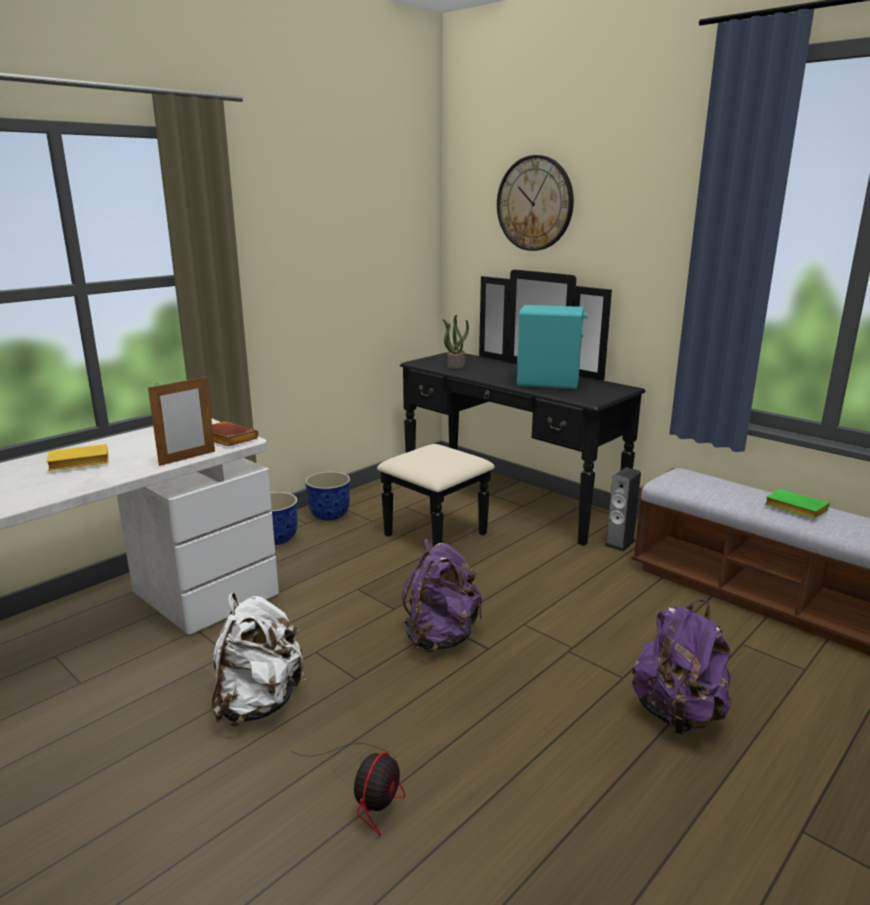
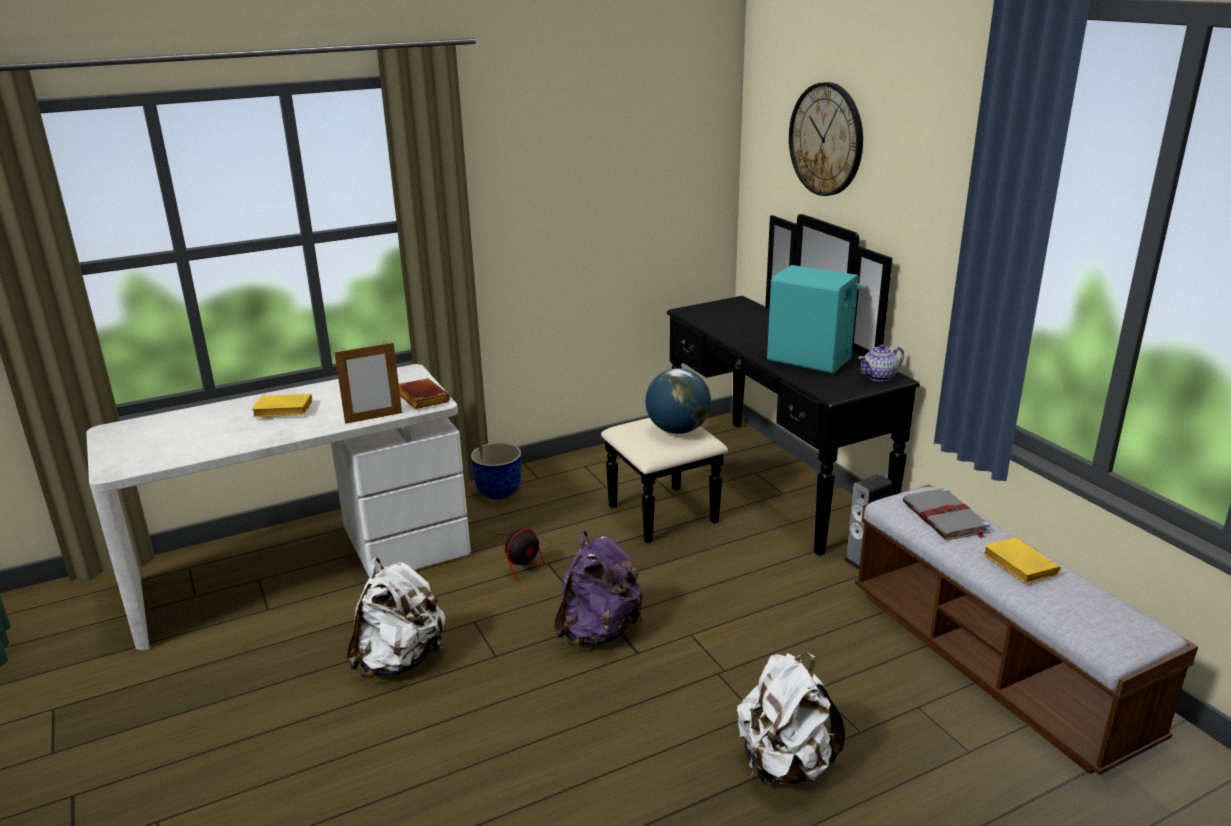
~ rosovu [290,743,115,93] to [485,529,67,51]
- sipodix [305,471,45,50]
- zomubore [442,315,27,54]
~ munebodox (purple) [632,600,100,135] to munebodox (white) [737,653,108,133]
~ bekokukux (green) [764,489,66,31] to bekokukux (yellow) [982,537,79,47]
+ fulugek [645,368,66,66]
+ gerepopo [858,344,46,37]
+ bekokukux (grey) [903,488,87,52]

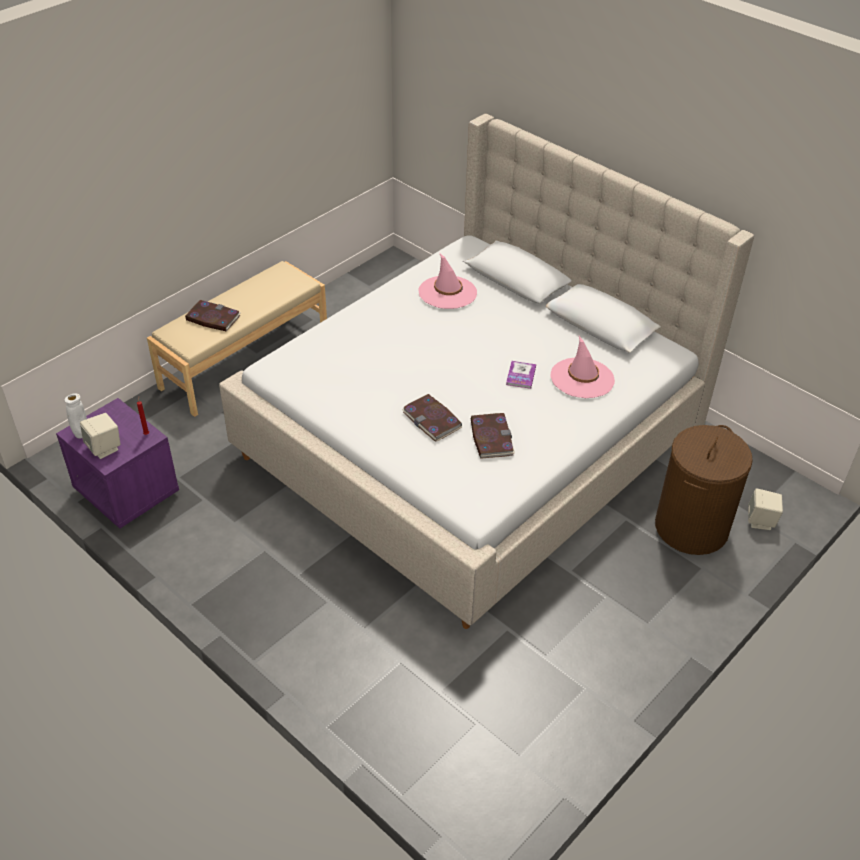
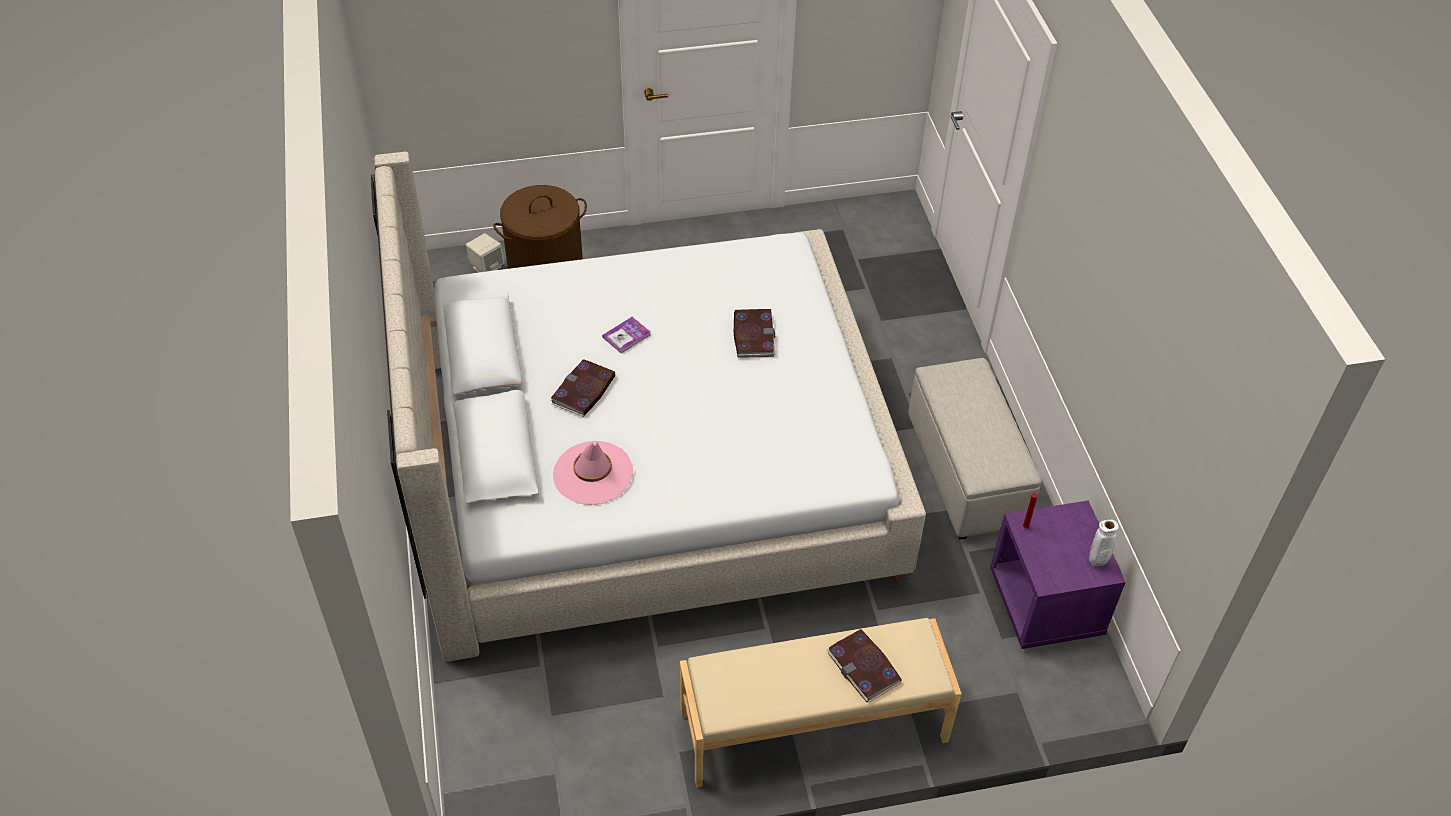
- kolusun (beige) [80,413,40,46]
~ bekokukux [470,413,45,46] to [550,359,65,58]
- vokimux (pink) [550,336,65,62]
+ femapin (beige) [908,358,134,182]

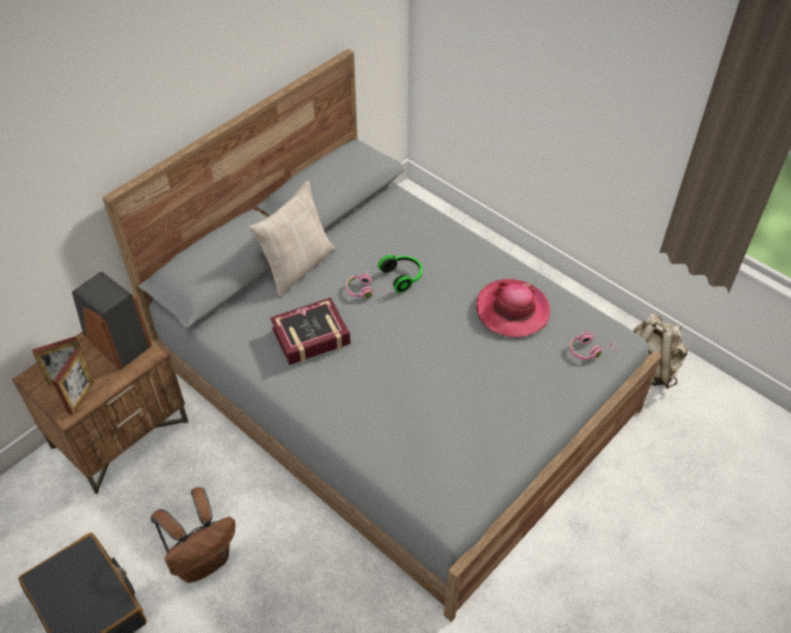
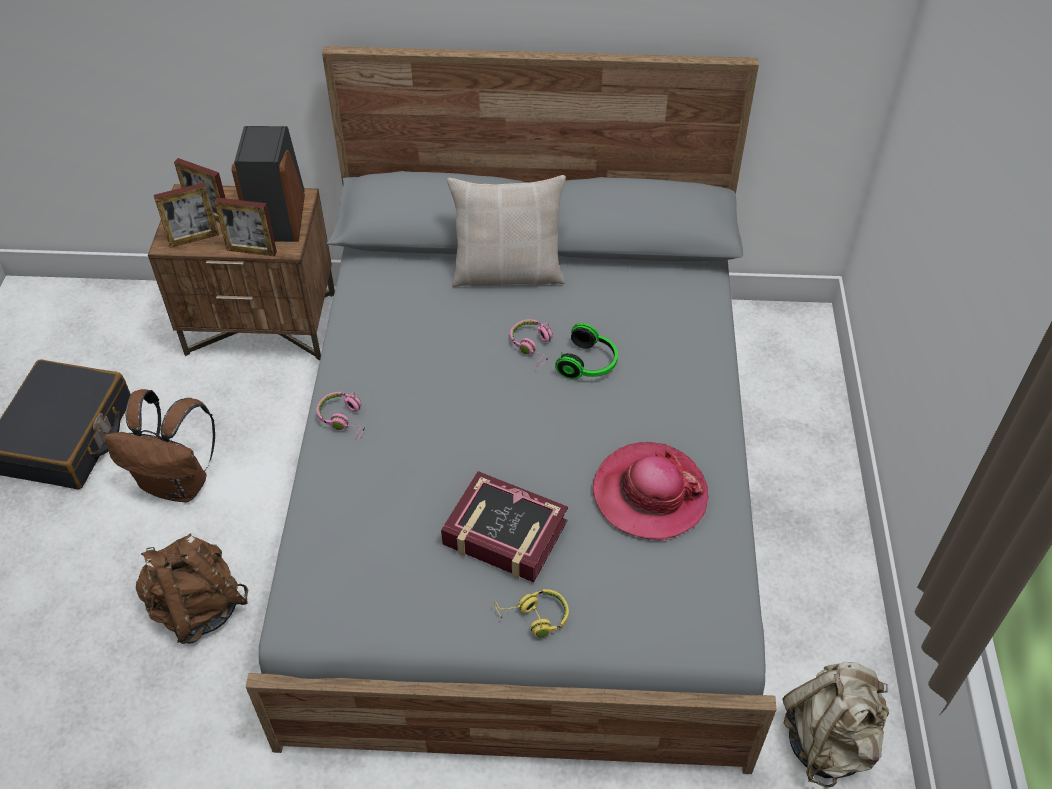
~ bekokukux [270,297,81,68] to [441,471,127,111]
~ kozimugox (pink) [569,330,48,30] to [317,392,48,48]
+ munebodox (brown) [136,533,113,111]
+ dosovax [214,197,63,59]
+ kozimugox (yellow) [494,589,75,48]

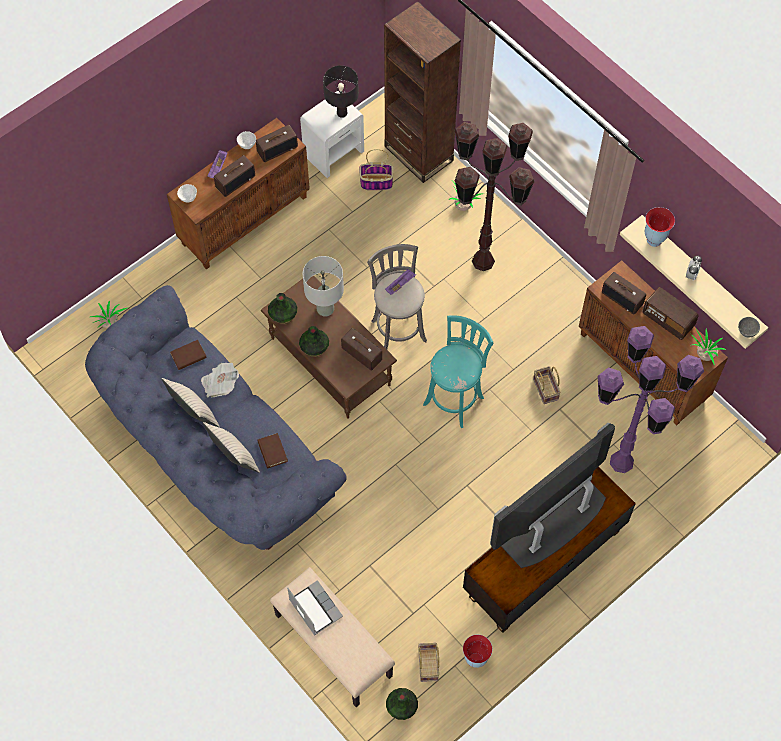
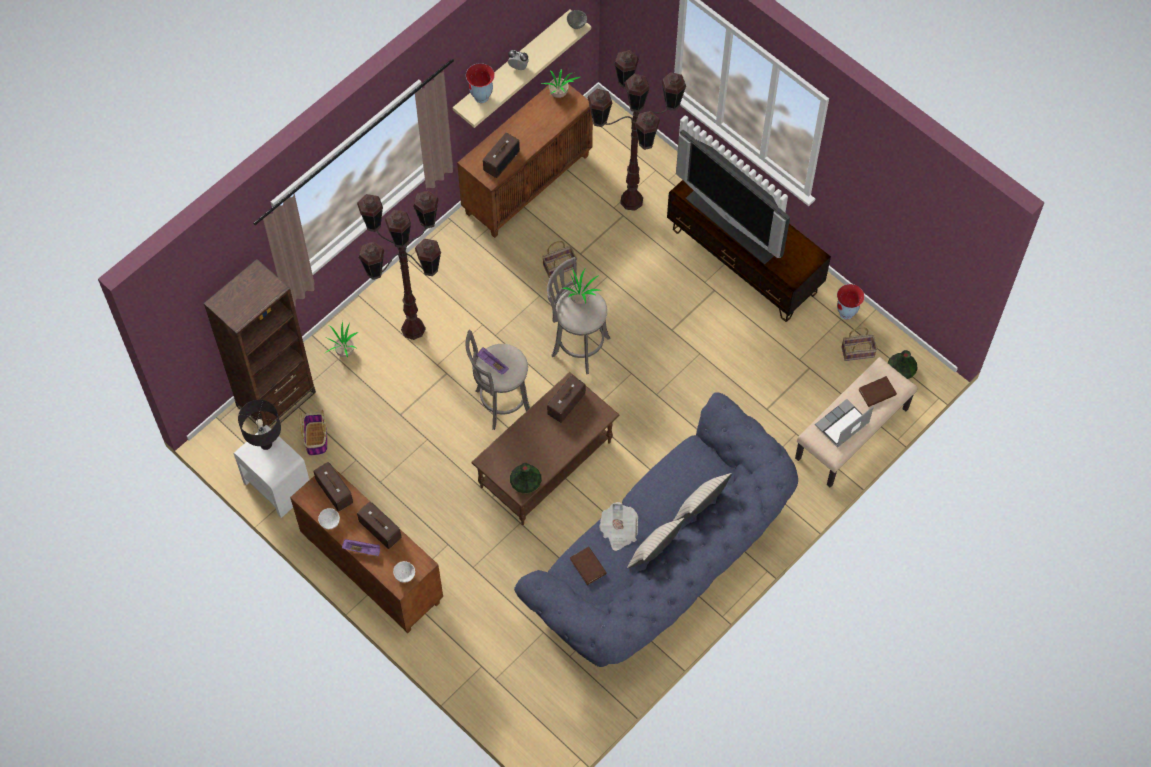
~ zomubore [90,301,37,27] to [563,269,37,35]
~ bekokukux (brown) [257,433,31,35] to [859,376,38,31]
- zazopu [299,326,30,31]
- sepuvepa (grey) [303,256,41,61]
~ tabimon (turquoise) [423,315,70,113] to tabimon (grey) [547,257,64,117]
~ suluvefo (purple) [597,326,107,147] to suluvefo (brown) [587,50,99,161]
- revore [642,287,57,53]

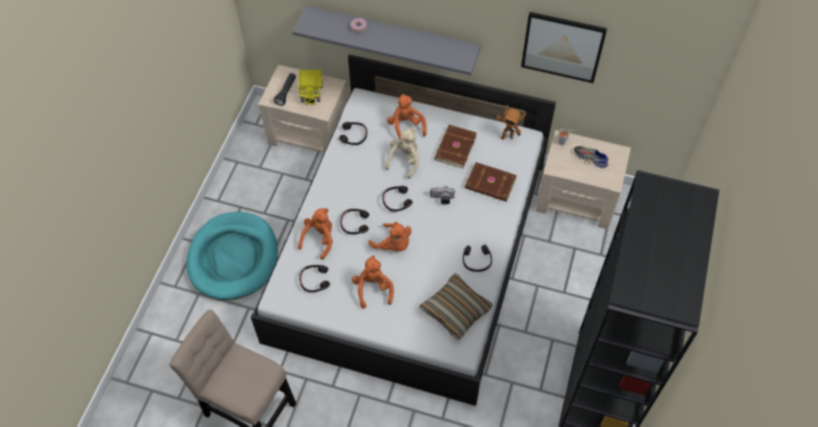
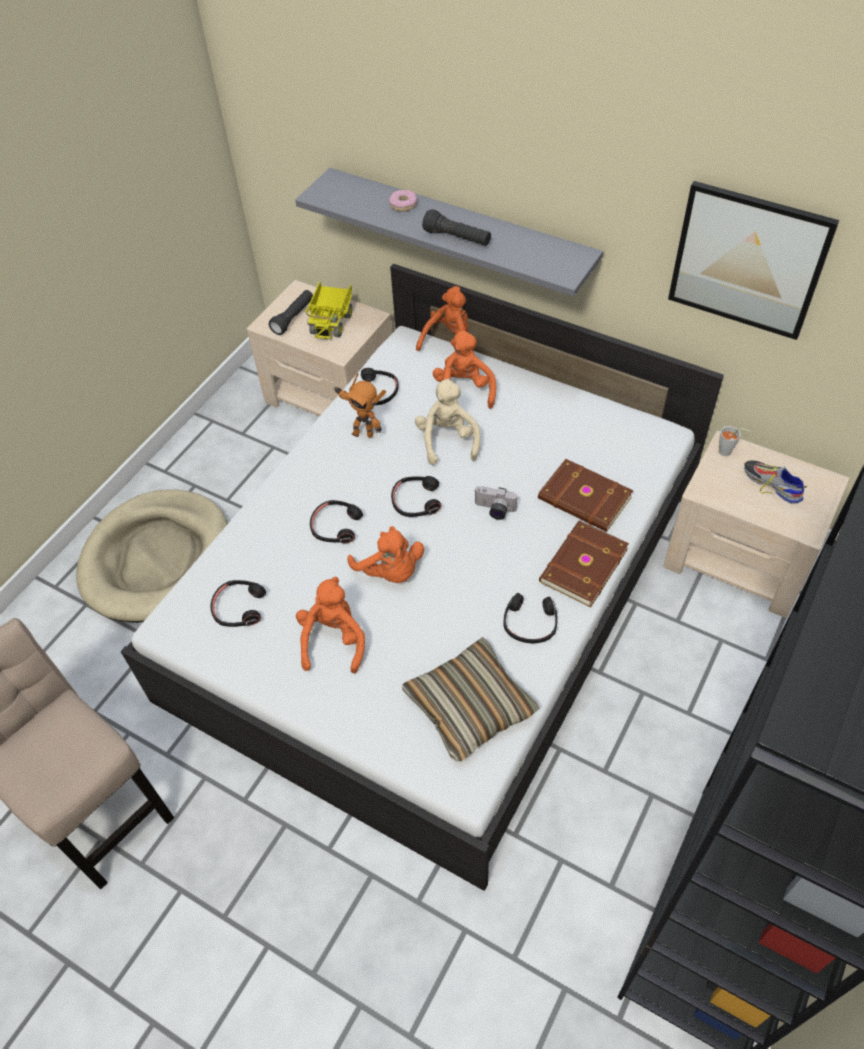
~ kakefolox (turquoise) [186,212,92,88] to kakefolox (beige) [76,489,152,134]
~ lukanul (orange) [298,208,35,52] to [416,286,52,79]
~ lukanul (beige) [385,129,34,50] = [415,378,66,87] 45 degrees counterclockwise
~ bekokukux (brown) [434,125,42,43] to [539,521,90,86]
~ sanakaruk [494,105,33,35] to [333,373,53,65]
+ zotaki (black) [422,209,69,37]

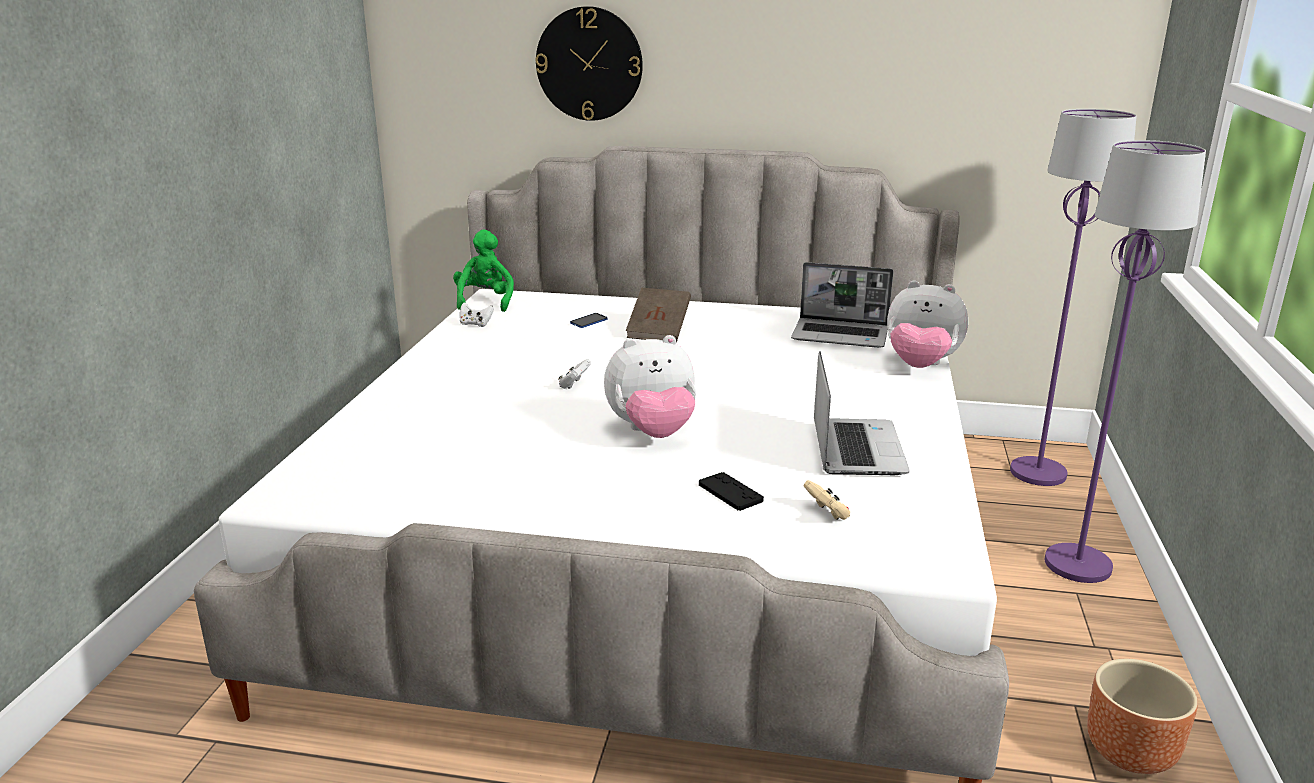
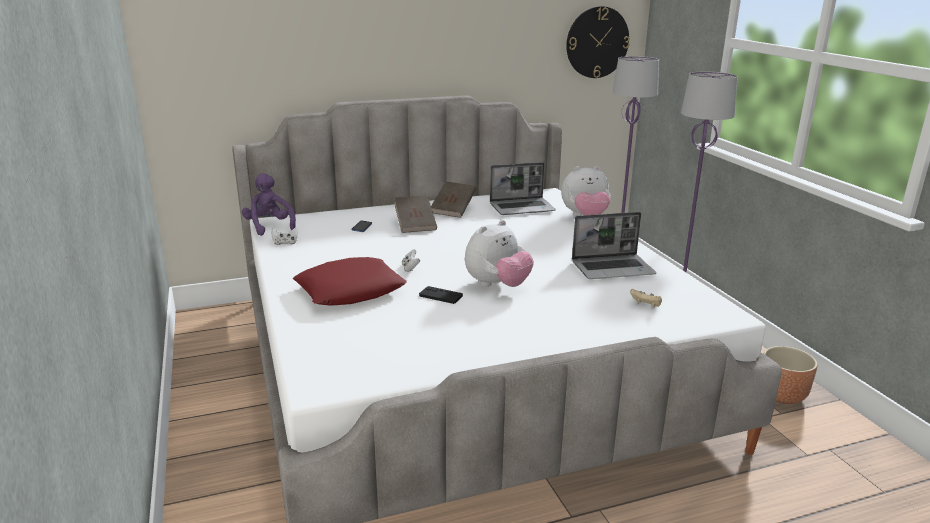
~ lukanul (green) [453,230,61,82] to lukanul (purple) [242,173,54,63]
~ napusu [535,6,108,115] to [566,6,64,72]
~ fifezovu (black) [699,472,65,39] to [419,286,44,18]
~ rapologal [814,351,96,124] = [572,212,84,67] 105 degrees clockwise
+ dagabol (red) [293,257,114,49]
+ bekokukux (brown) [431,182,45,36]

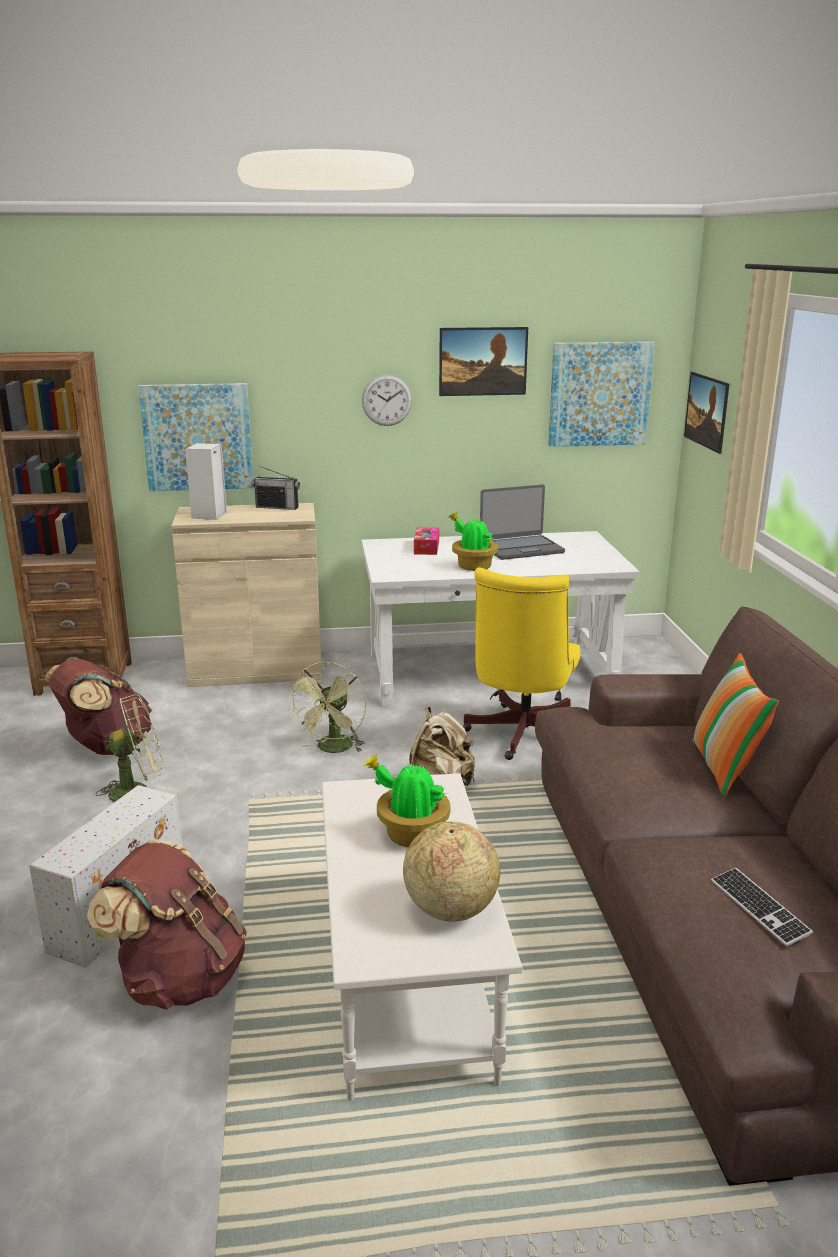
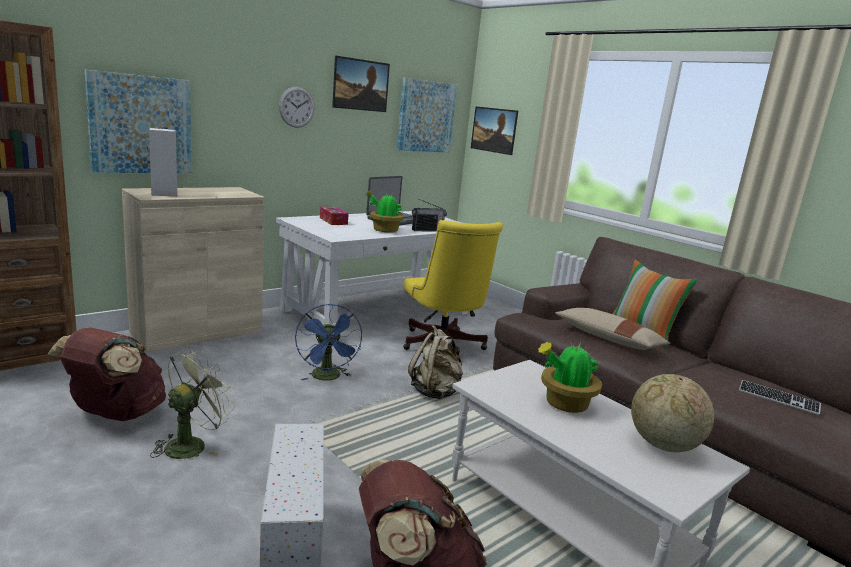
~ revore [252,466,48,44] to [412,199,35,33]
~ rosovu (green) [289,662,77,91] to rosovu (blue) [295,304,67,77]
+ dagabol (beige) [555,308,115,42]

